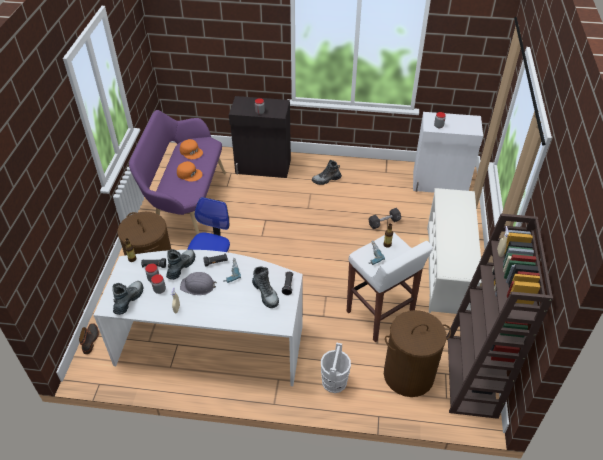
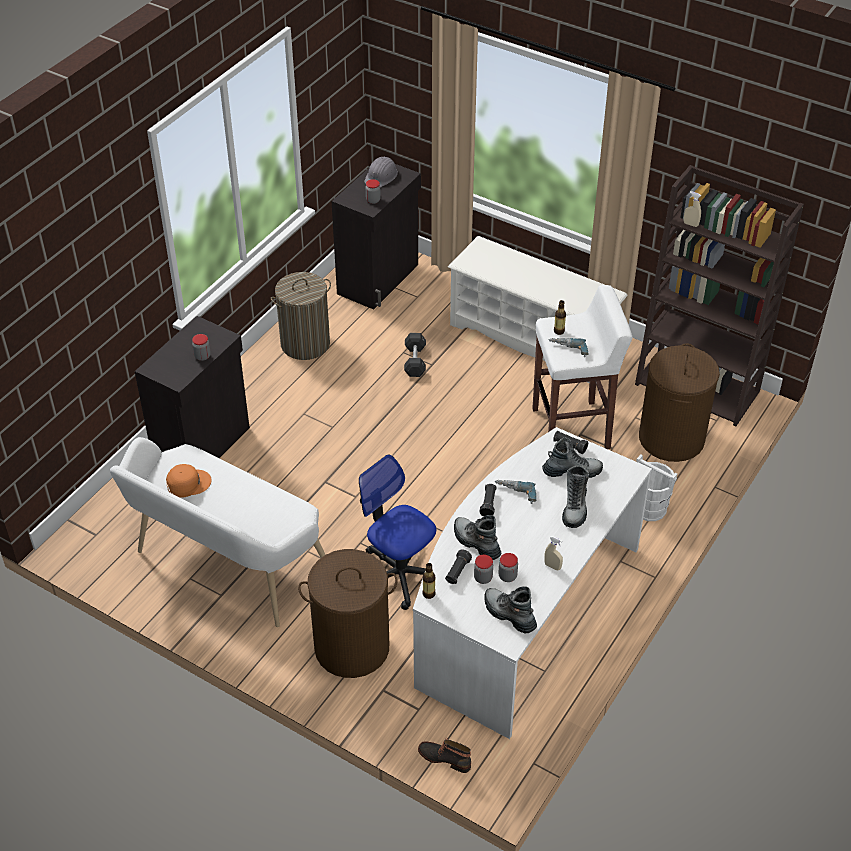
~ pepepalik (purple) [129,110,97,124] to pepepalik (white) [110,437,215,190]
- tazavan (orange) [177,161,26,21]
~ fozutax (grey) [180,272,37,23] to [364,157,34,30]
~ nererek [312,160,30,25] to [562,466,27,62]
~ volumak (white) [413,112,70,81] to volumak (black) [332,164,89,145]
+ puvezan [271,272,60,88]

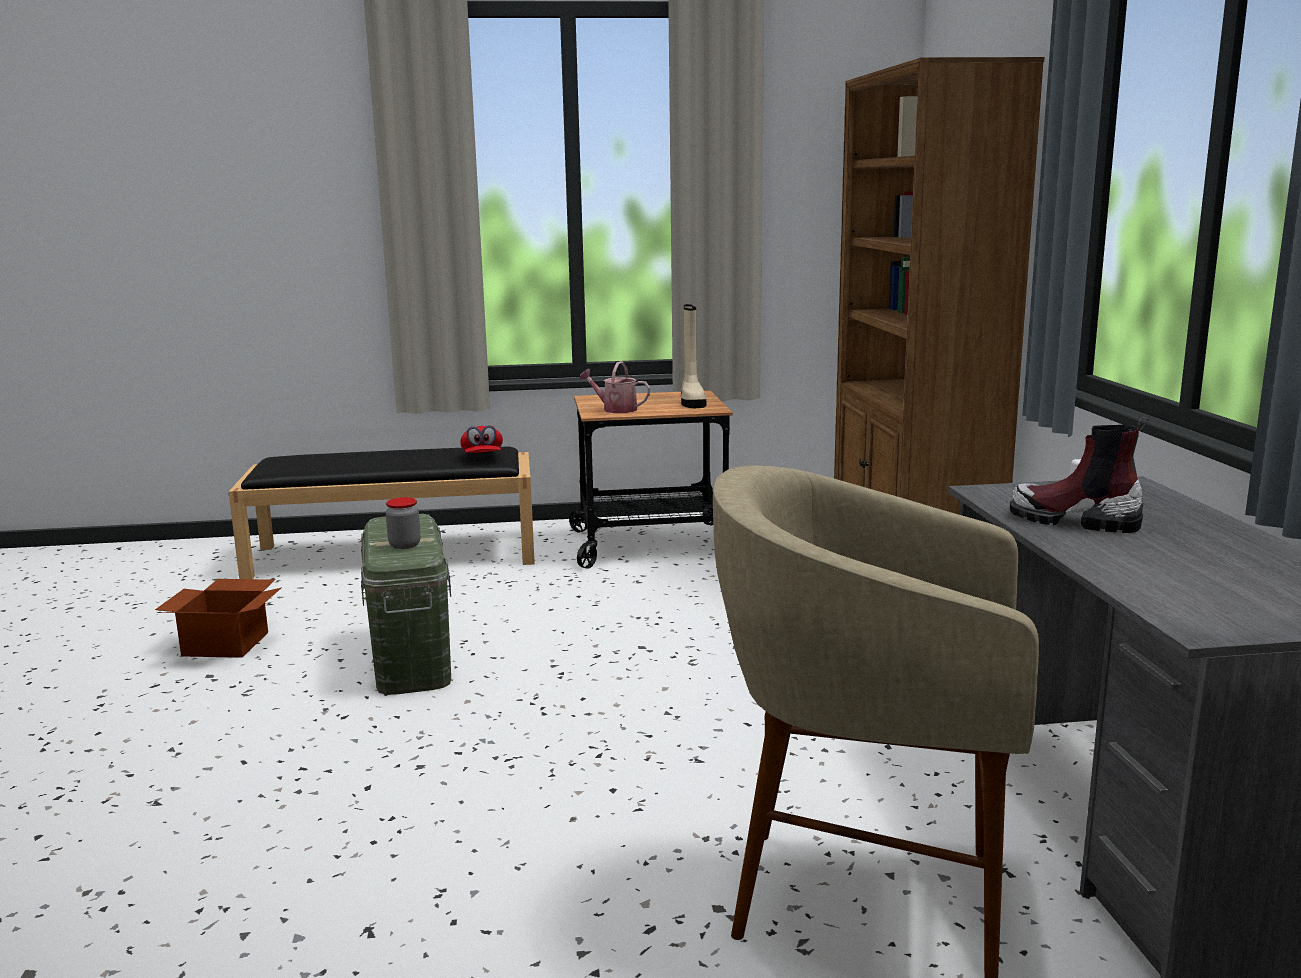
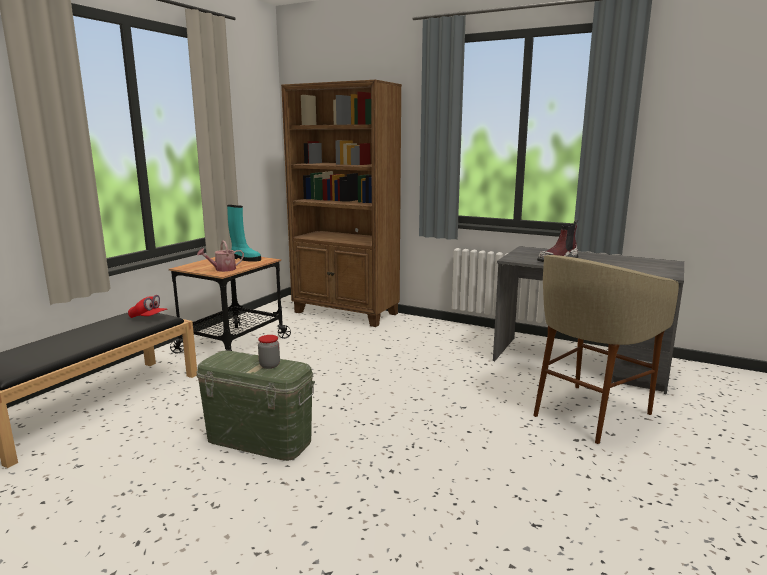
- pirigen [155,579,126,79]
~ nererek (beige) [681,304,25,104] to nererek (turquoise) [227,205,34,57]

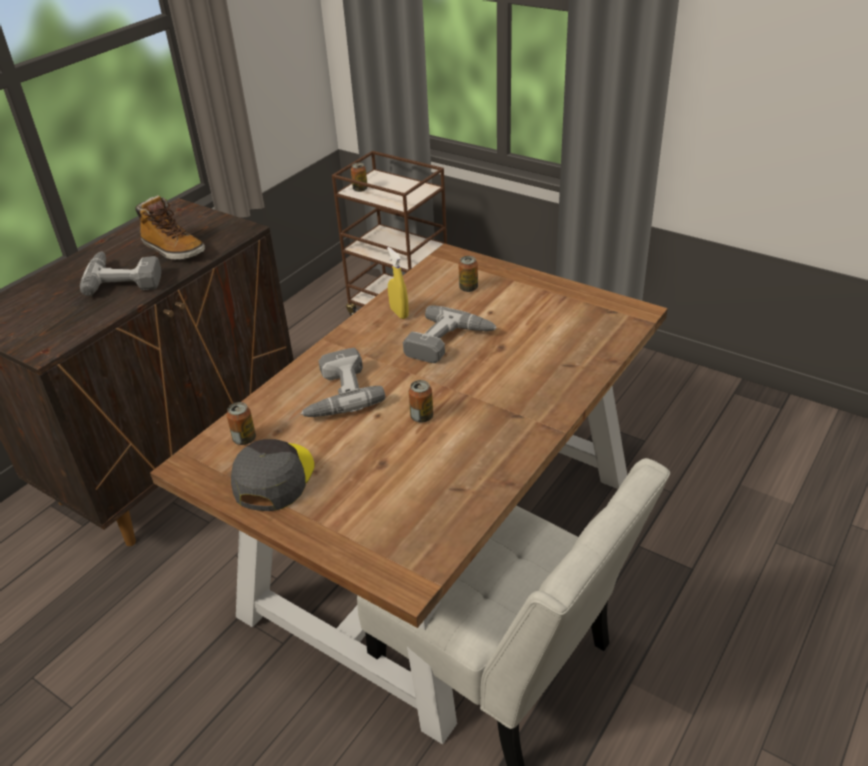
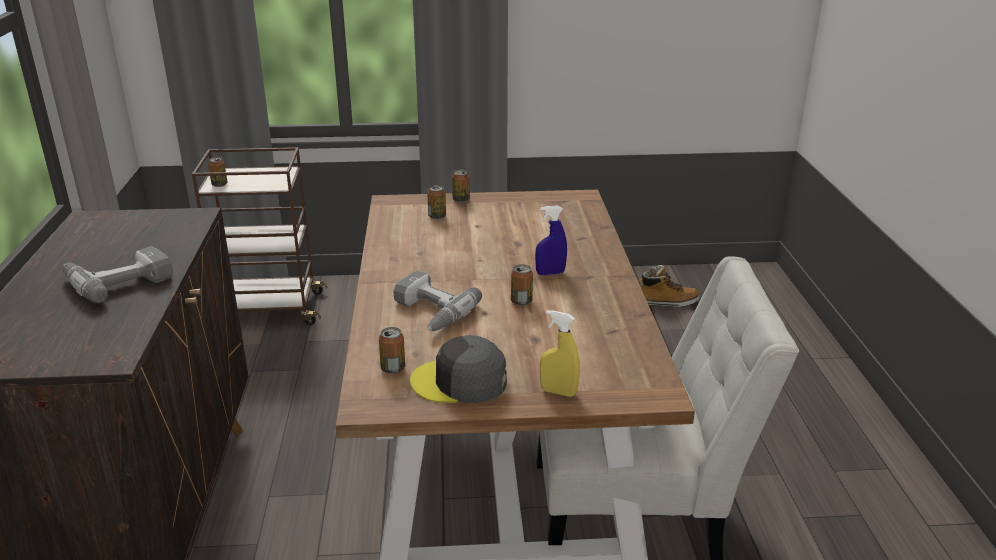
~ nererek [135,196,70,65] to [639,265,61,43]
~ tazavan (grey) [231,439,83,72] = [410,335,97,68] 60 degrees counterclockwise
~ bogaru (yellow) [387,247,22,72] to [540,310,40,87]
- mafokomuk [403,305,94,58]
+ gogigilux [452,170,18,33]
+ bogaru (blue) [535,205,32,70]

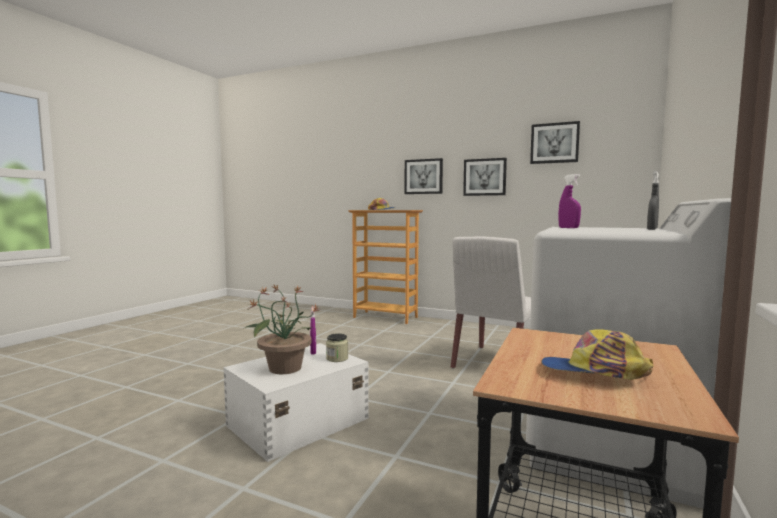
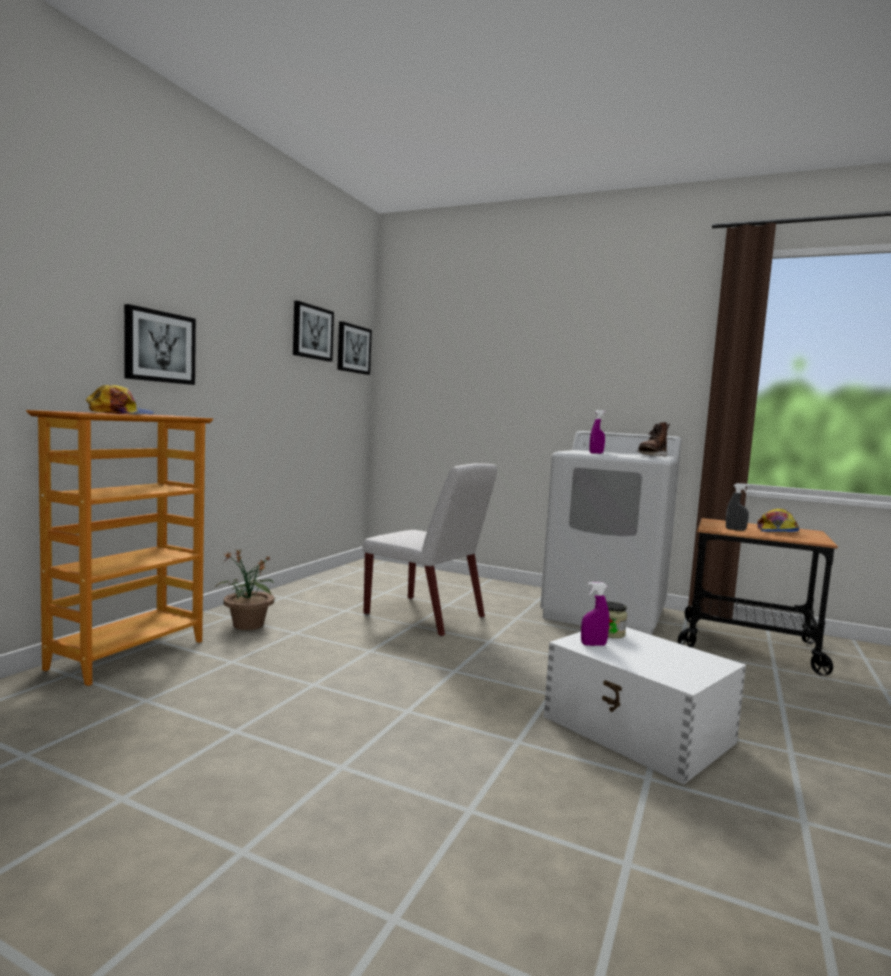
~ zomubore [243,284,76,90] to [216,549,58,81]
~ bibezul [463,158,44,38] to [337,321,35,54]
~ bogaru (grey) [647,171,12,59] to [726,483,23,48]
+ nererek (brown) [637,422,33,35]

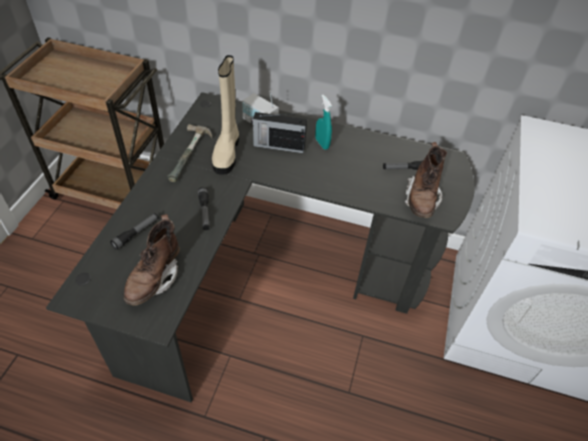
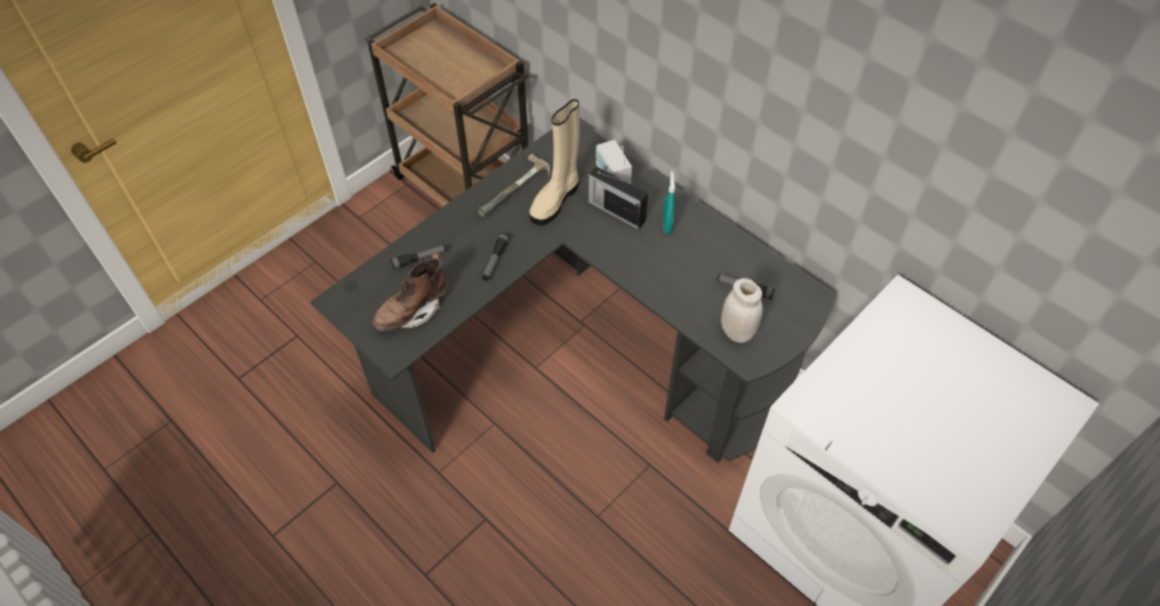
~ nererek (brown) [405,142,42,76] to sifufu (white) [721,278,42,65]

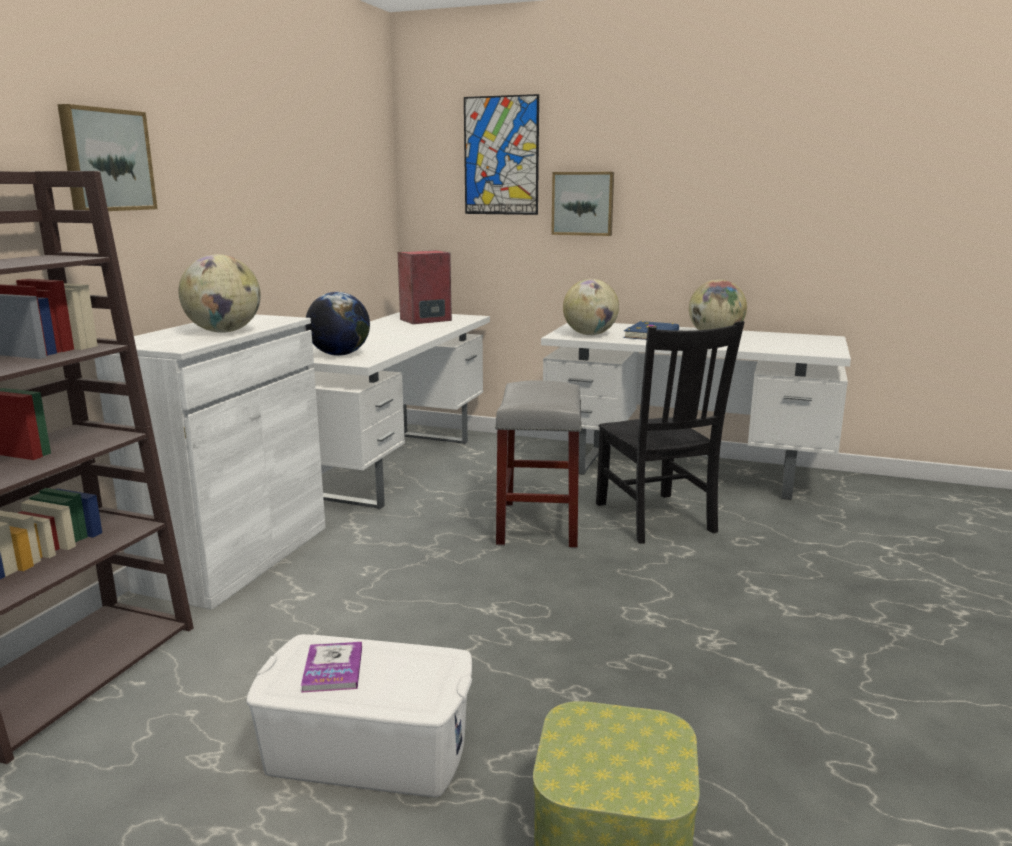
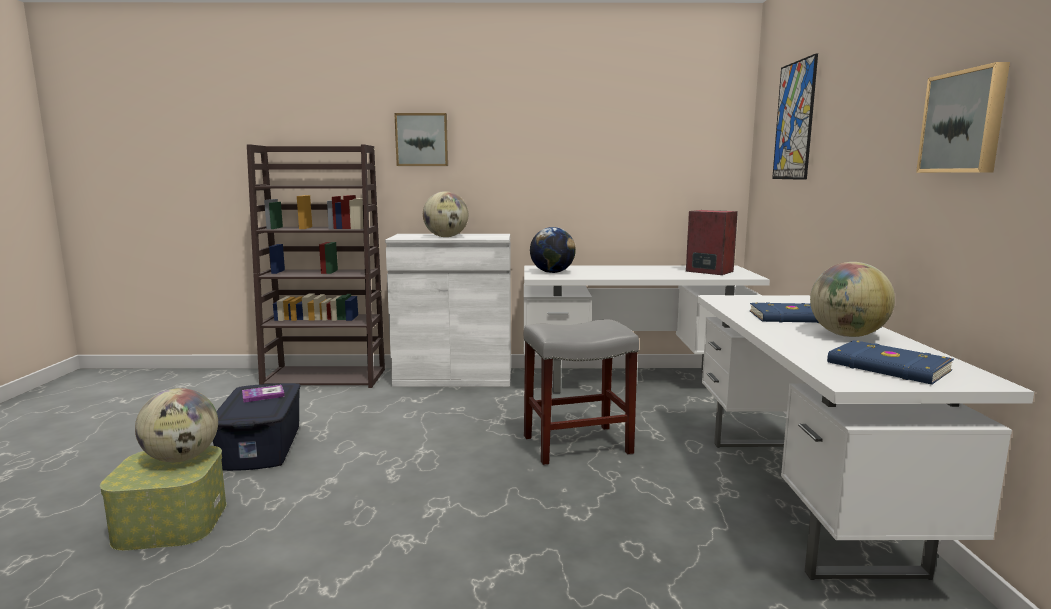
~ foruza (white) [246,634,226,163] to foruza (blue) [213,383,88,88]
~ bibezul [551,172,63,64] to [916,62,94,111]
~ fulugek [563,279,56,56] to [135,388,83,74]
- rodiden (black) [596,321,148,223]
+ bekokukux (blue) [827,340,127,44]

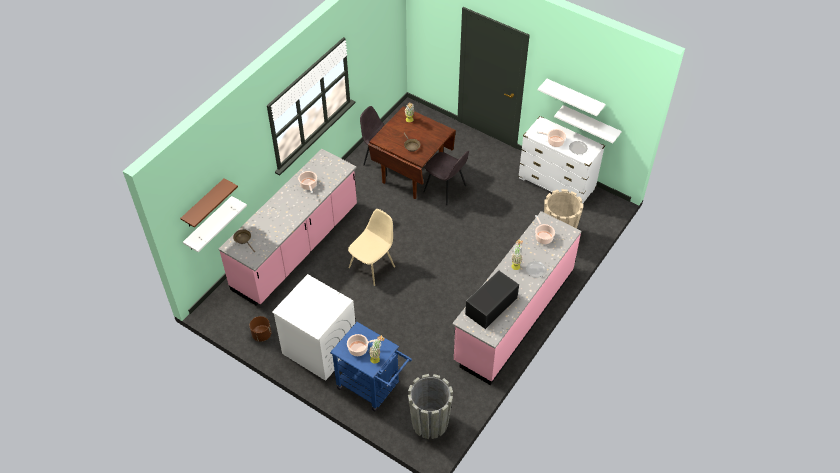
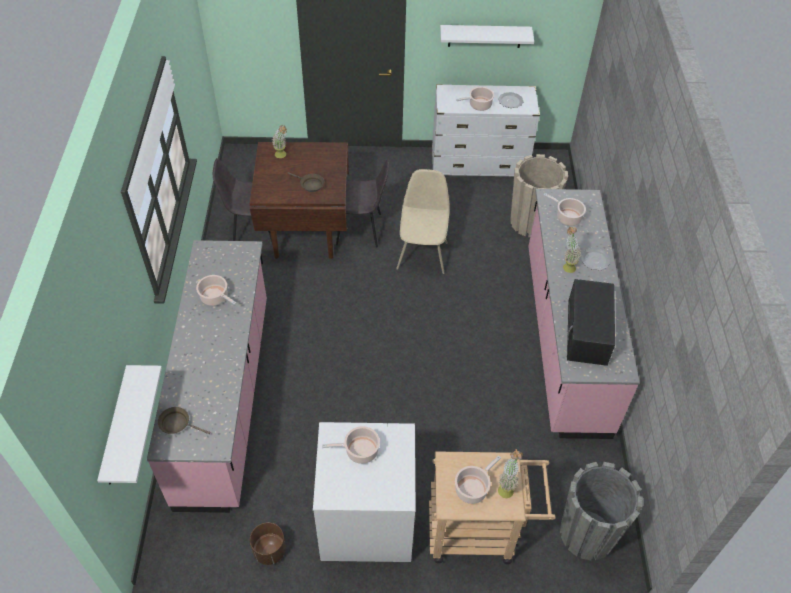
- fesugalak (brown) [180,178,58,50]
~ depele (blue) [330,322,82,90] to depele (beige) [429,451,127,113]
~ rodiden (beige) [348,209,47,77] to [396,169,54,105]
- fesugalak (white) [554,105,68,38]
+ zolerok [322,426,58,38]

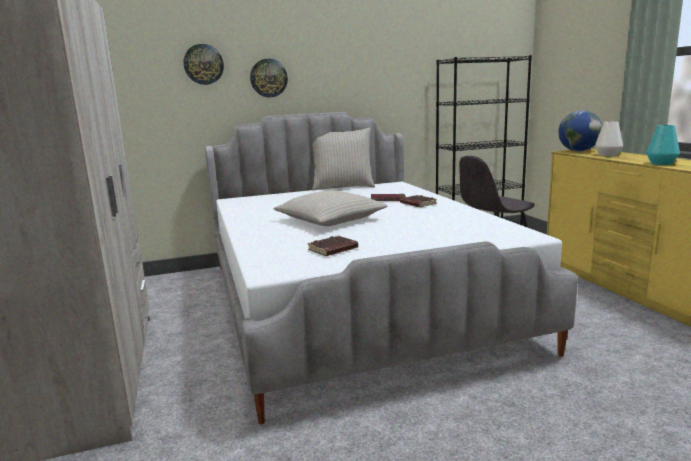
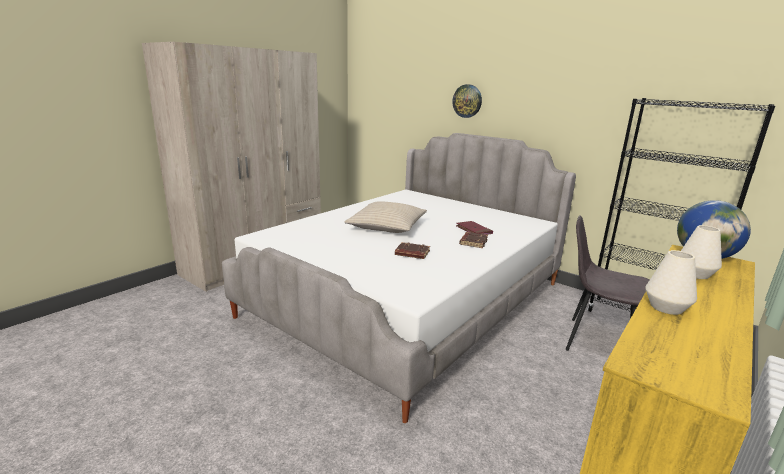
- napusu [184,44,40,41]
~ bekokukux (brown) [308,235,50,21] to [395,242,35,17]
- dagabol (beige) [312,128,63,62]
~ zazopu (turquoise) [646,125,34,40] to zazopu (white) [645,250,52,65]

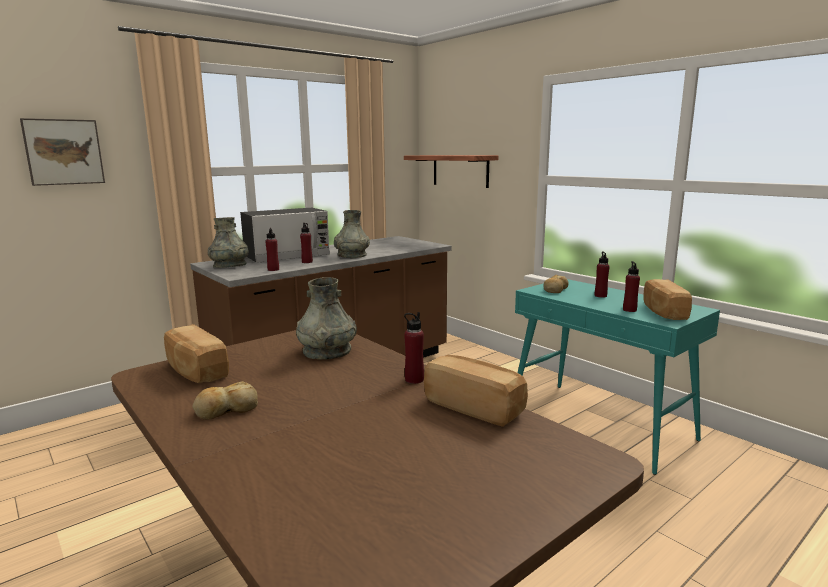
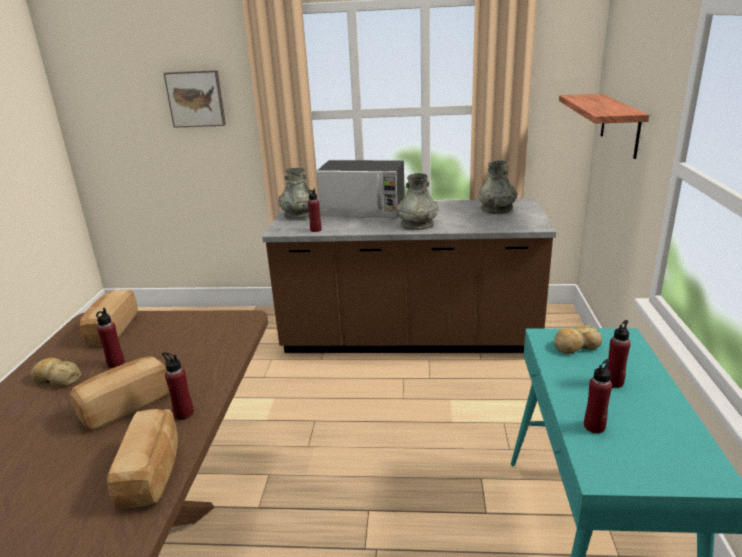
~ zazopu (grey) [296,277,61,83] to [479,160,38,54]
~ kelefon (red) [300,223,13,40] to [96,308,29,60]
~ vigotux [643,279,49,41] to [70,356,100,75]

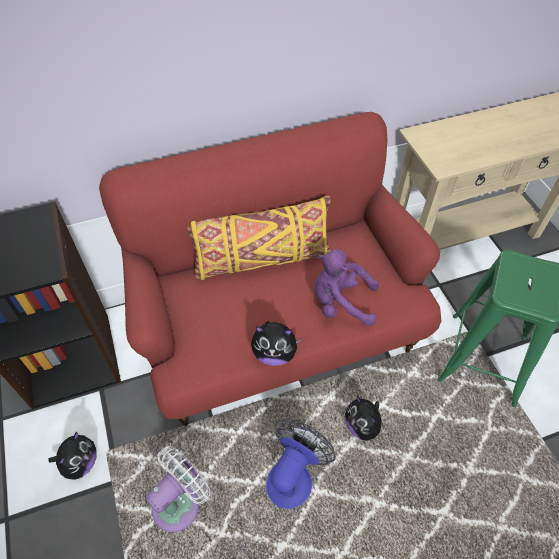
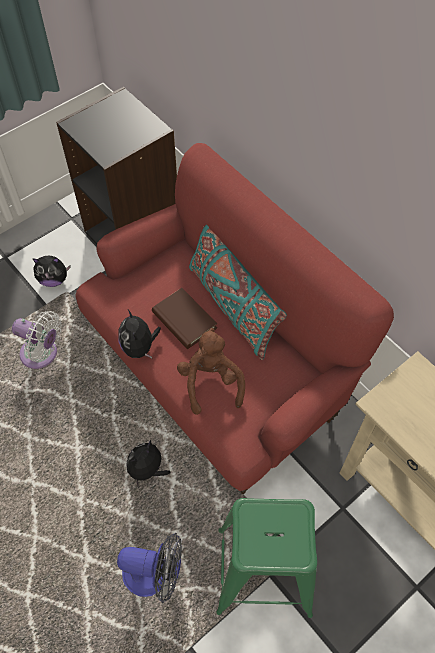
~ dagabol (yellow) [187,196,144,84] to dagabol (turquoise) [189,225,98,135]
~ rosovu [266,418,70,91] to [117,533,65,70]
~ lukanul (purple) [314,249,65,77] to lukanul (brown) [177,328,68,87]
+ bekokukux (brown) [152,288,65,61]

